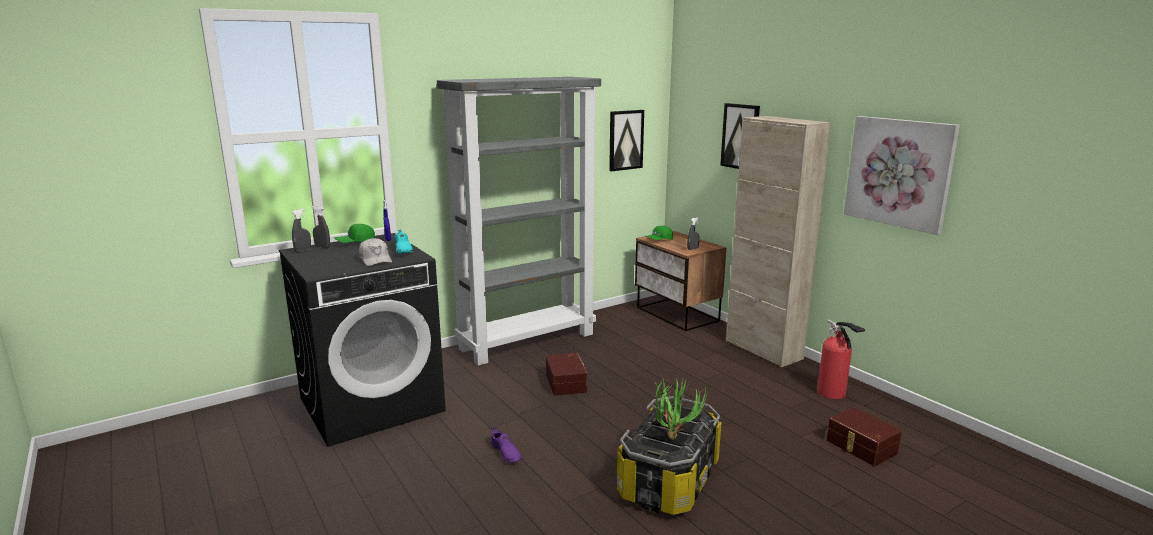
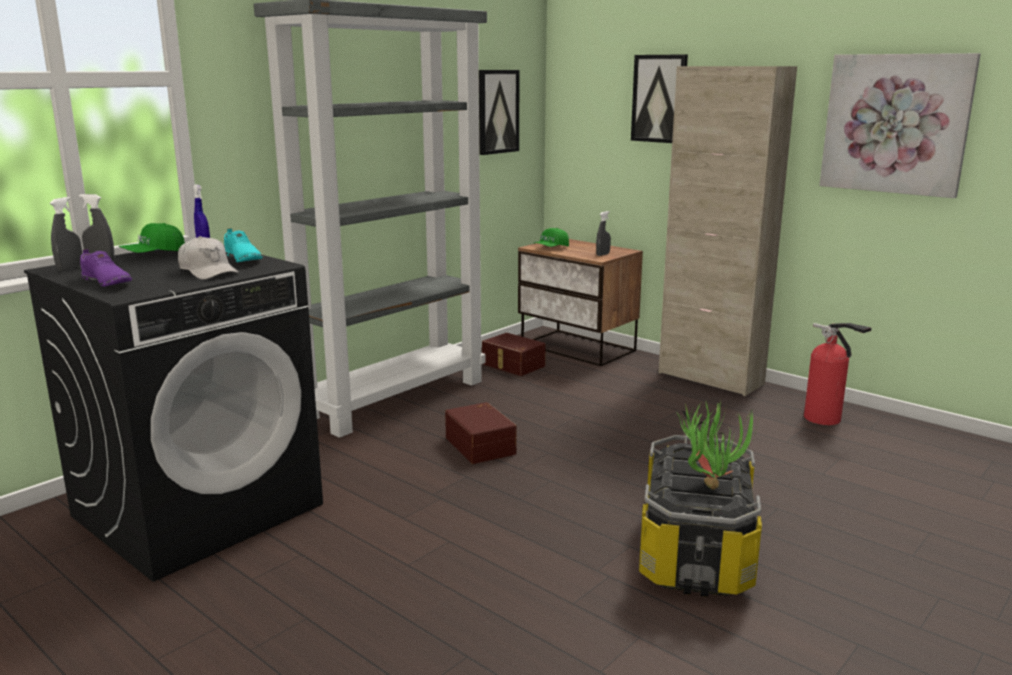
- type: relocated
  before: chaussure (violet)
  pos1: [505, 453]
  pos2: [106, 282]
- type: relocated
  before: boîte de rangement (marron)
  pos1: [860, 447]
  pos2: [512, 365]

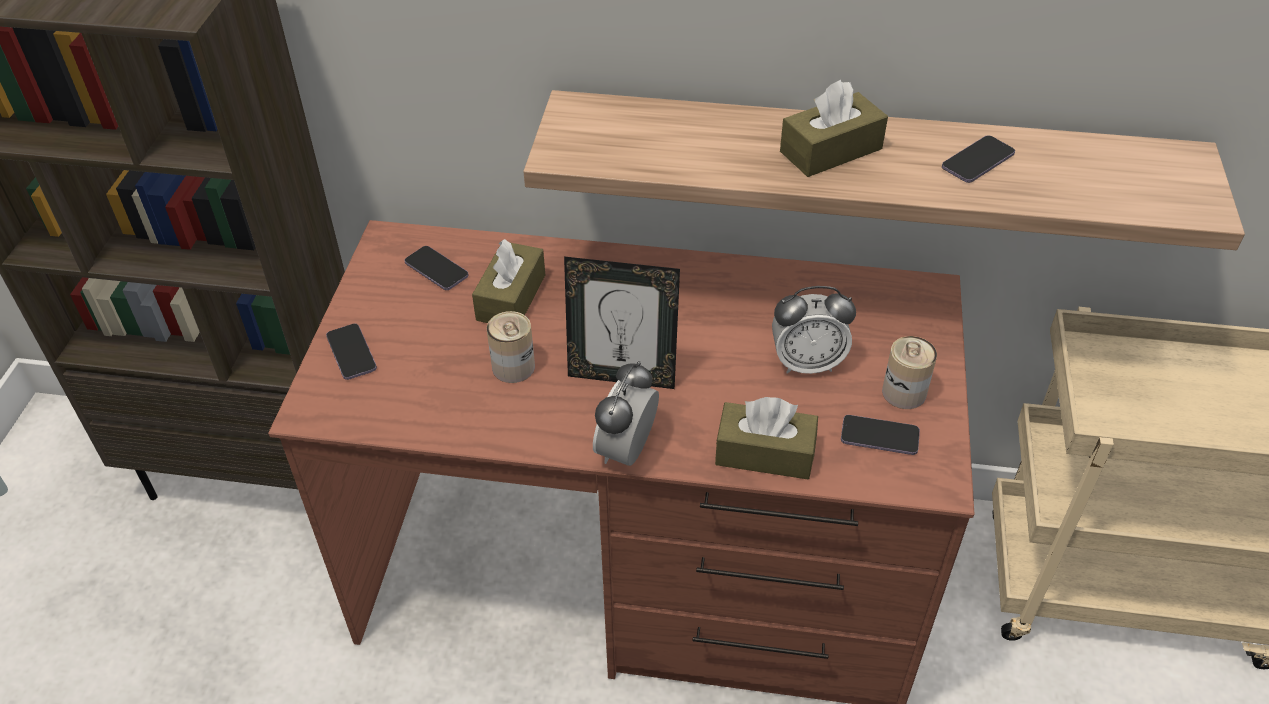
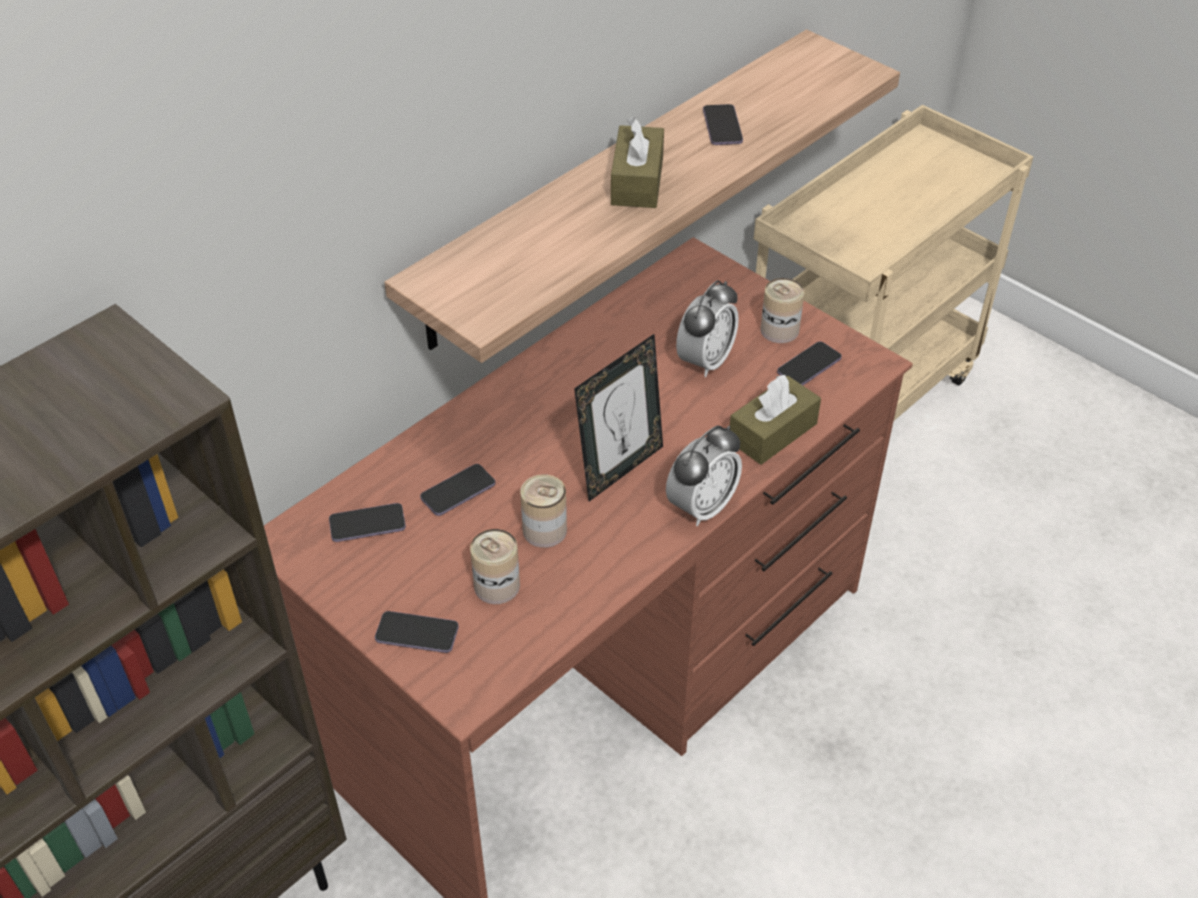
- type: exchanged
  before: boîte à mouchoirs (marron)
  after: téléphone
  pos1: [511, 297]
  pos2: [458, 491]
- type: appeared
  after: boîte métallique
  pos2: [497, 586]
- type: spun
  before: réveil
  pos1: [626, 450]
  pos2: [701, 507]
  turn: -105

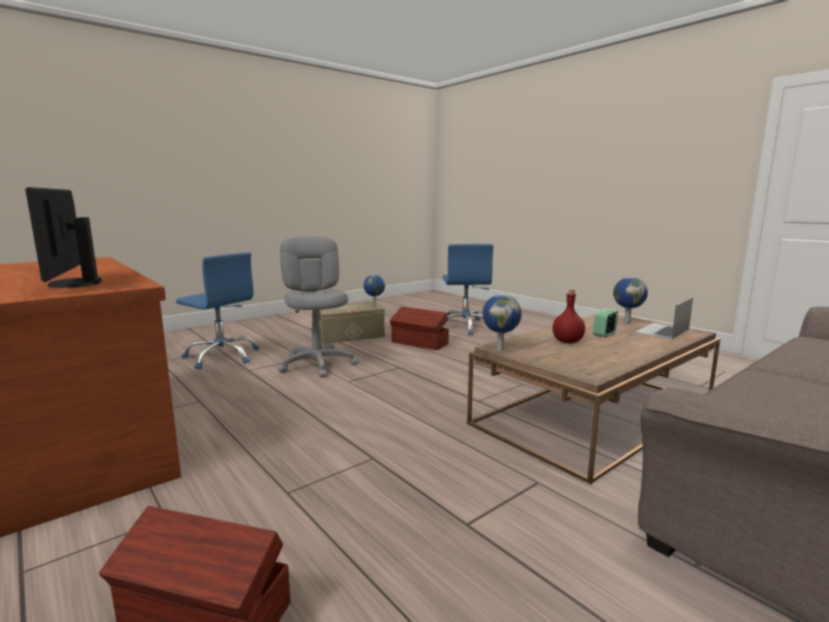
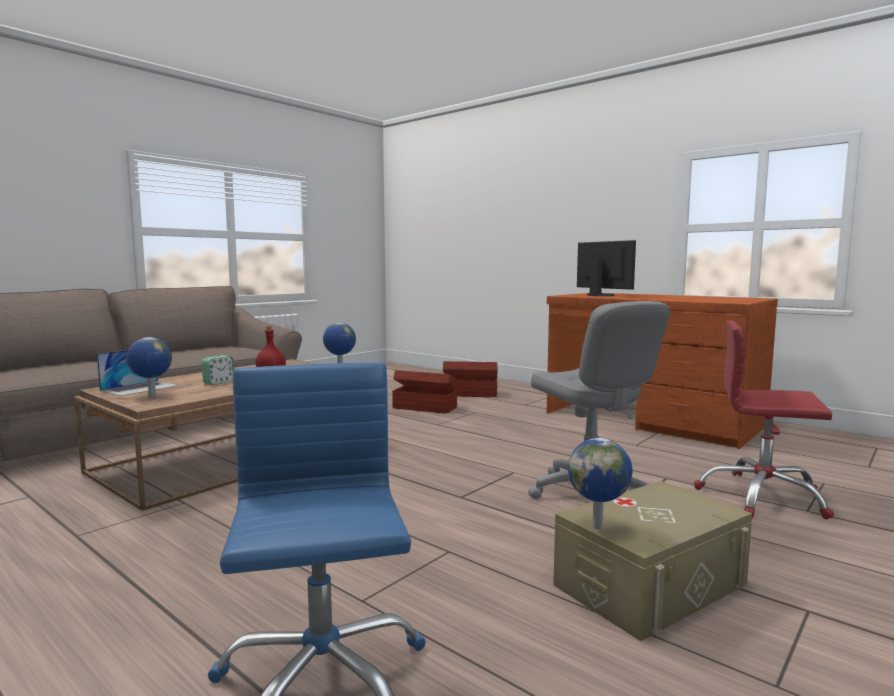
- type: relocated
  before: boîte de rangement (marron)
  pos1: [419, 343]
  pos2: [424, 407]
- type: colour
  before: chaise de bureau (bleu)
  after: chaise de bureau (rouge)
  pos1: [222, 357]
  pos2: [762, 497]

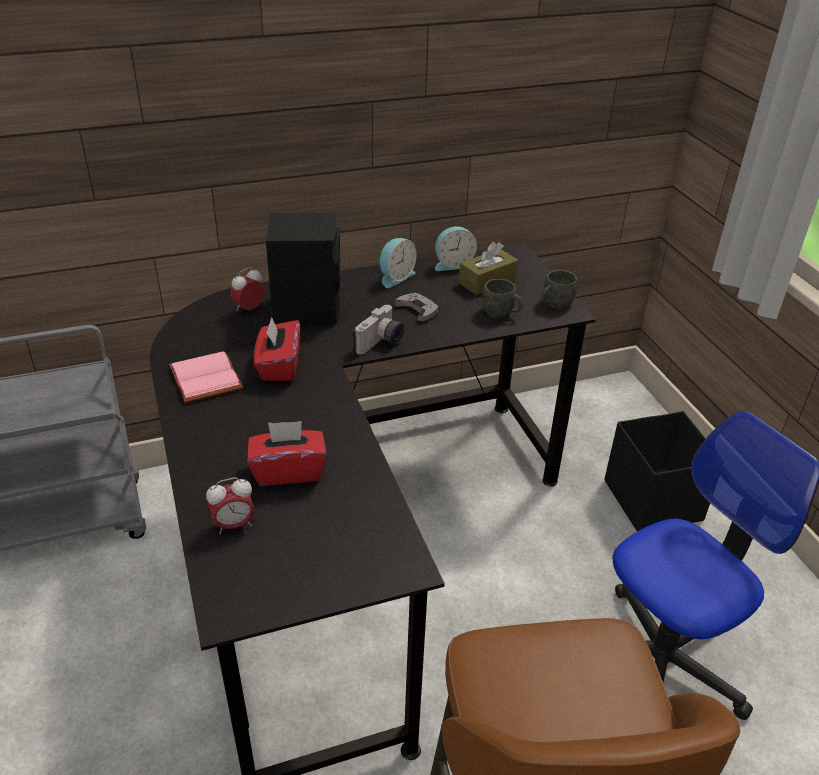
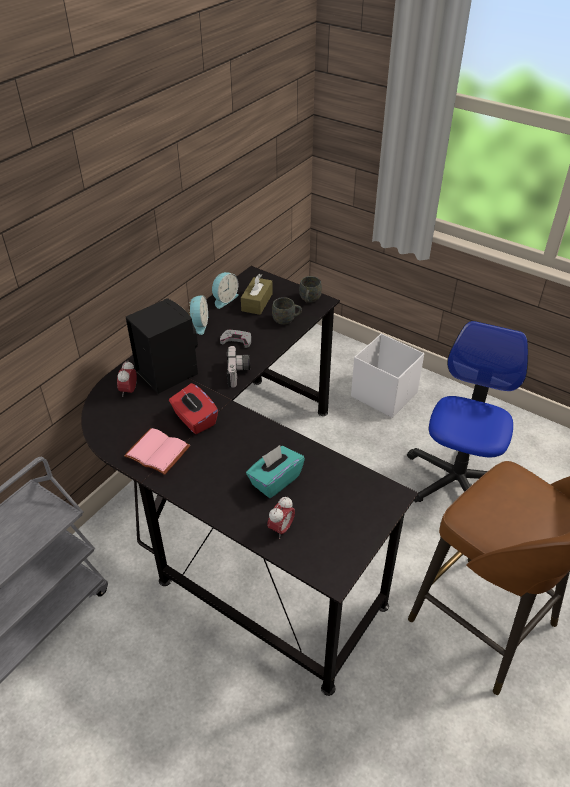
- type: colour
  before: boîte à mouchoirs (rouge)
  after: boîte à mouchoirs (turquoise)
  pos1: [288, 471]
  pos2: [275, 480]
- type: colour
  before: boîte de rangement (noir)
  after: boîte de rangement (blanc)
  pos1: [652, 499]
  pos2: [383, 394]

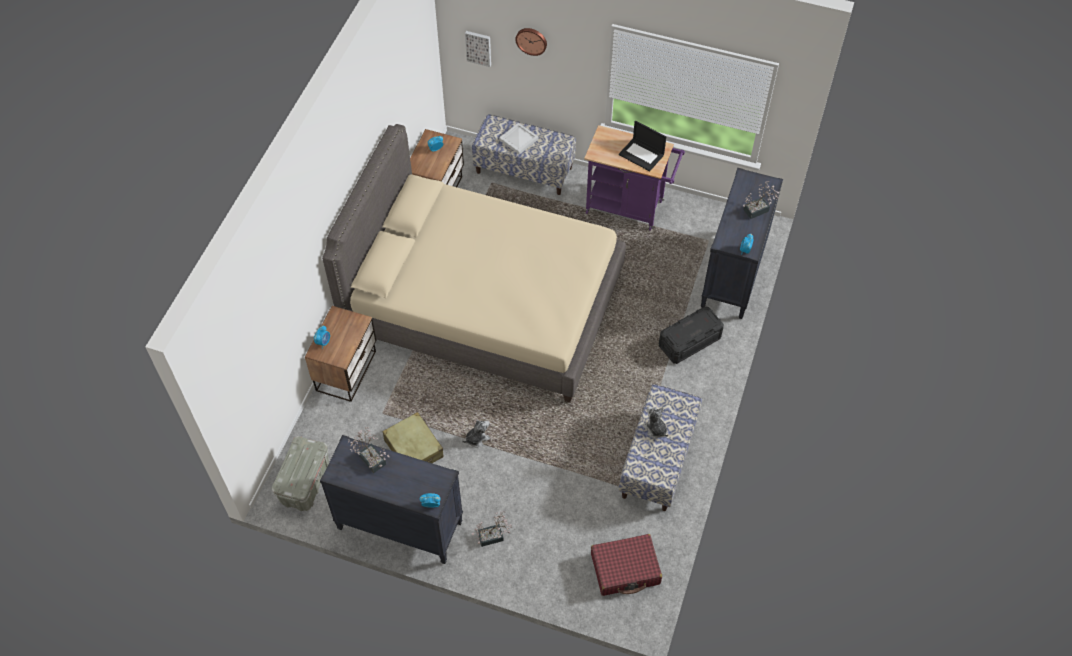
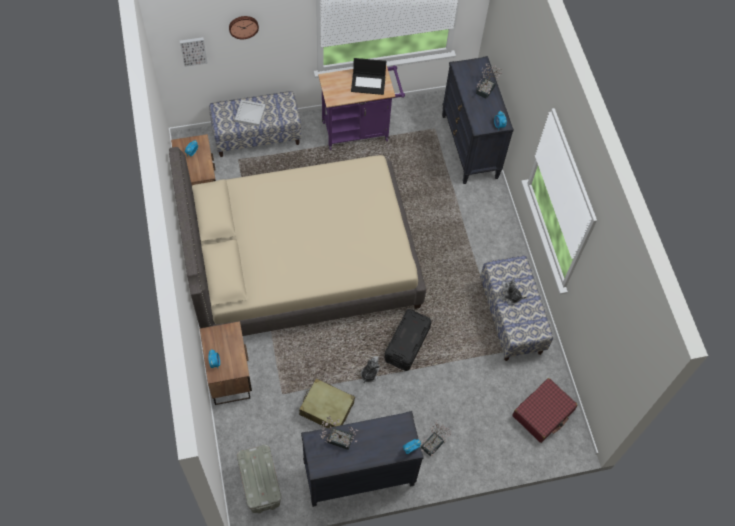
- type: relocated
  before: boîte de rangement (noir)
  pos1: [689, 341]
  pos2: [407, 344]

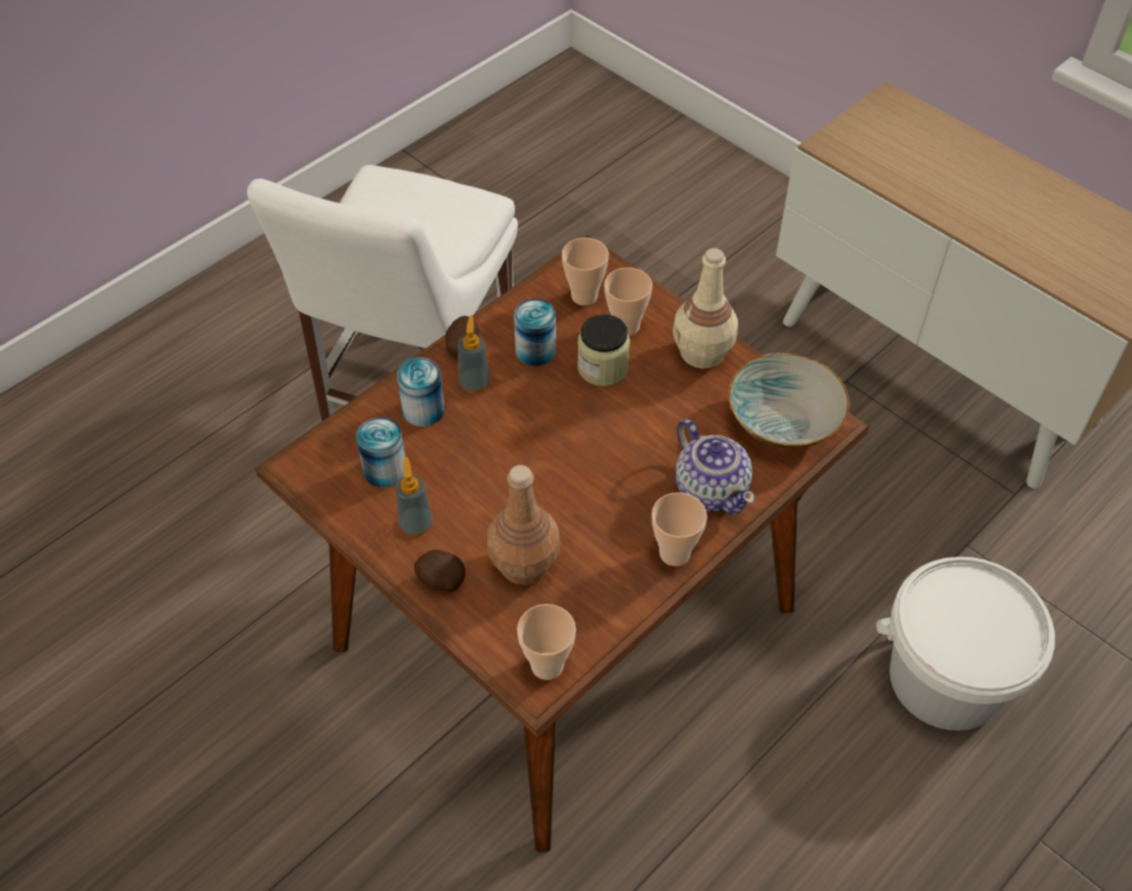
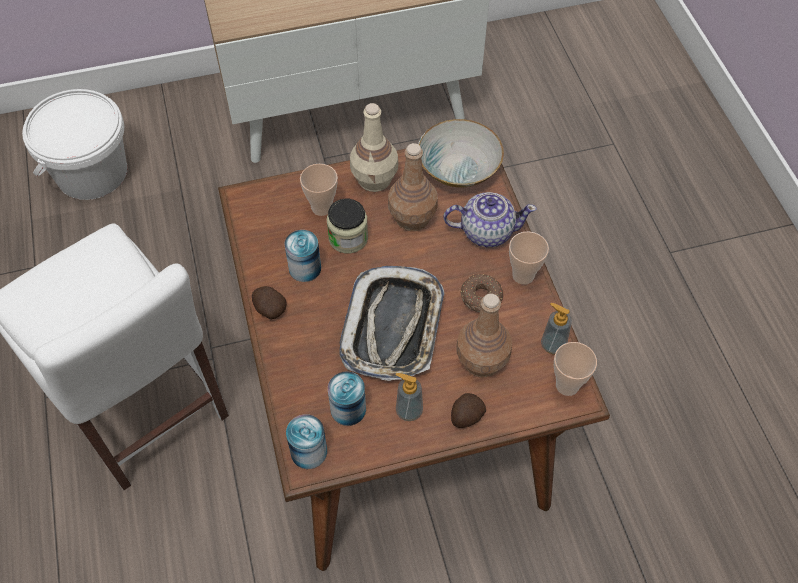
- type: relocated
  before: seau (blanc)
  pos1: [946, 678]
  pos2: [91, 172]
- type: relocated
  before: boîte métallique
  pos1: [423, 410]
  pos2: [309, 452]
- type: appeared
  after: plateau
  pos2: [393, 327]
- type: appeared
  after: bouteille (marron)
  pos2: [413, 218]
- type: appeared
  after: beignet
  pos2: [481, 298]
- type: relocated
  before: distributeur de savon
  pos1: [474, 383]
  pos2: [553, 345]
- type: missing
  before: tasse
  pos1: [584, 296]

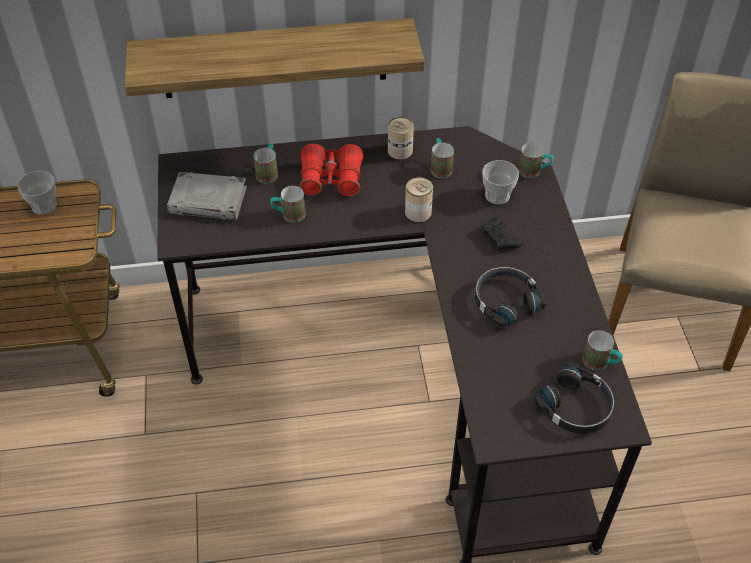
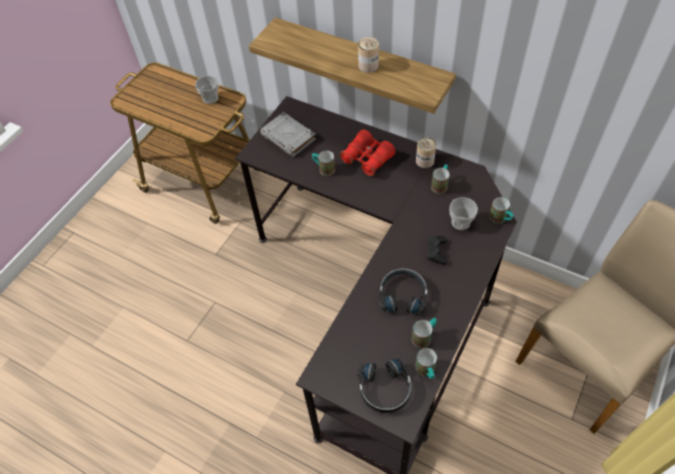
- type: relocated
  before: boîte métallique
  pos1: [418, 212]
  pos2: [368, 65]
- type: relocated
  before: mug
  pos1: [268, 172]
  pos2: [424, 336]

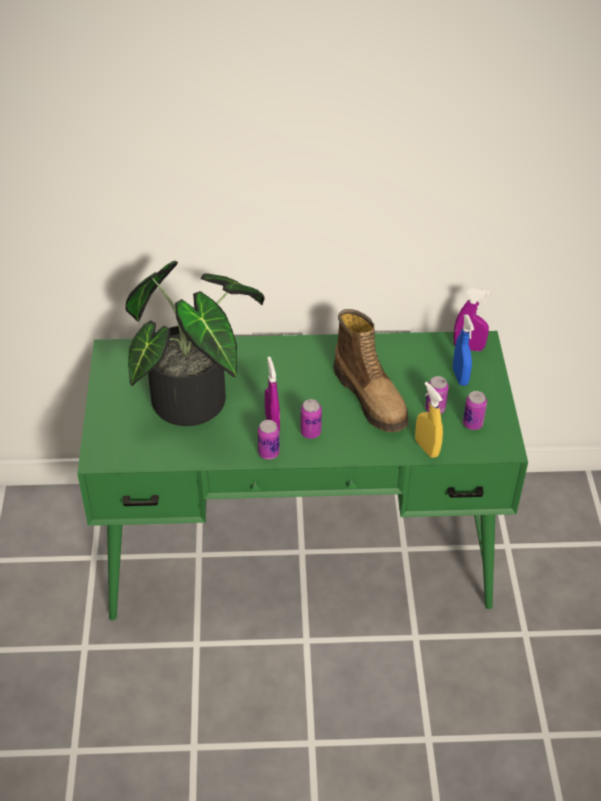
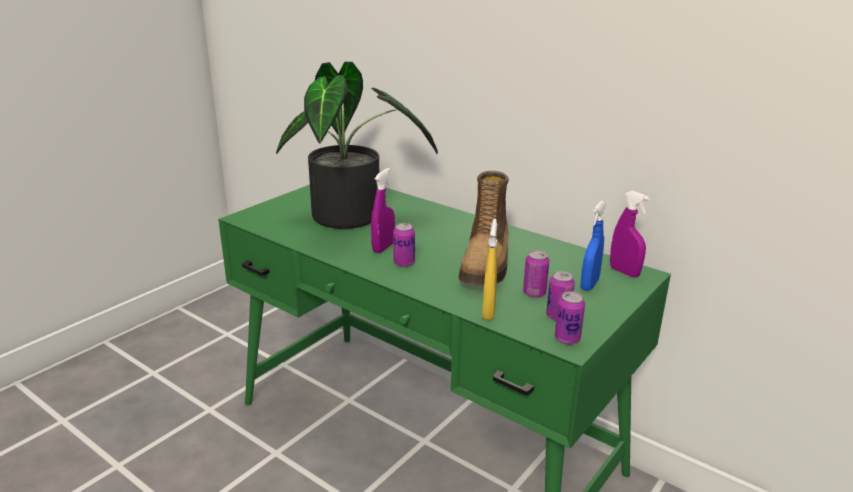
- type: relocated
  before: boîte métallique
  pos1: [268, 453]
  pos2: [567, 339]

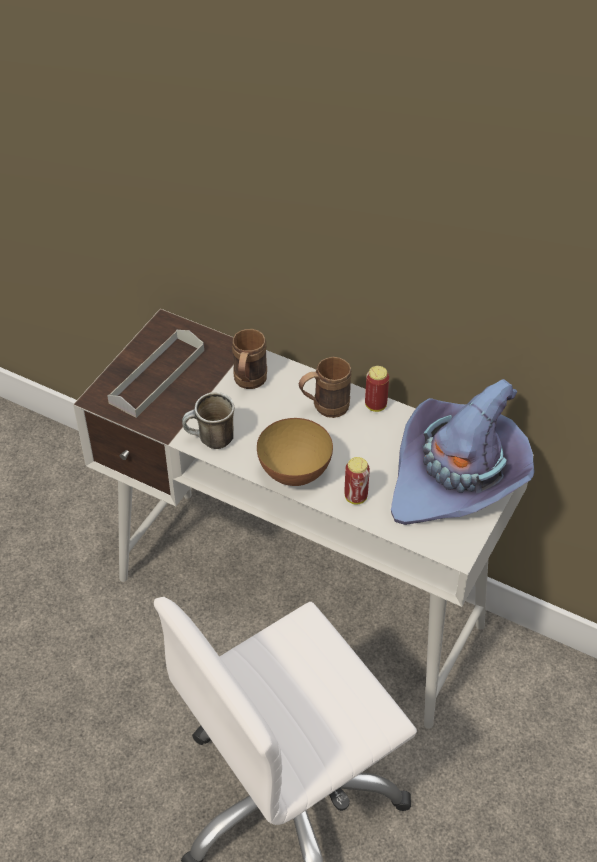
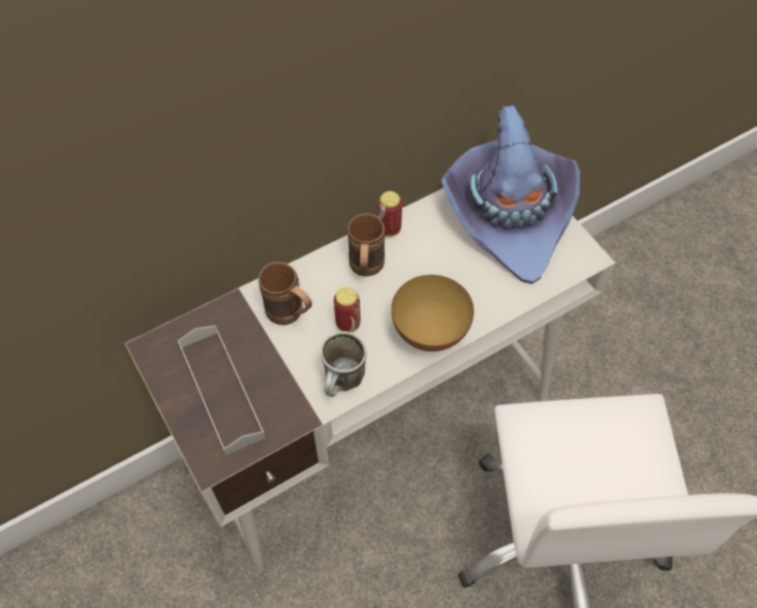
- type: relocated
  before: boîte métallique
  pos1: [355, 497]
  pos2: [348, 324]

